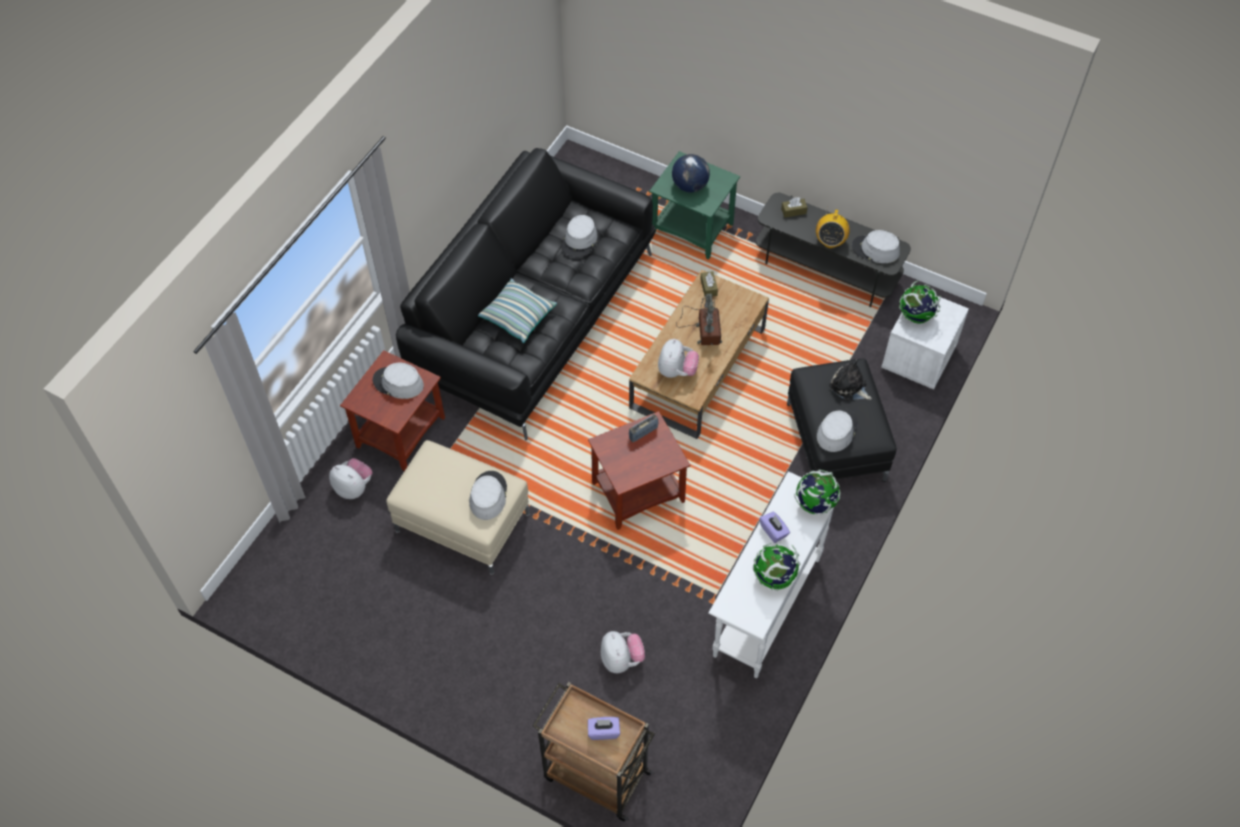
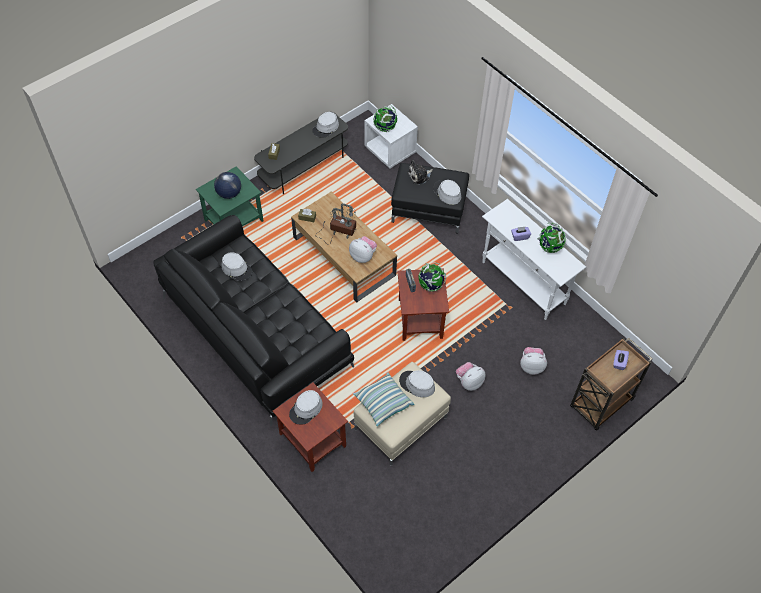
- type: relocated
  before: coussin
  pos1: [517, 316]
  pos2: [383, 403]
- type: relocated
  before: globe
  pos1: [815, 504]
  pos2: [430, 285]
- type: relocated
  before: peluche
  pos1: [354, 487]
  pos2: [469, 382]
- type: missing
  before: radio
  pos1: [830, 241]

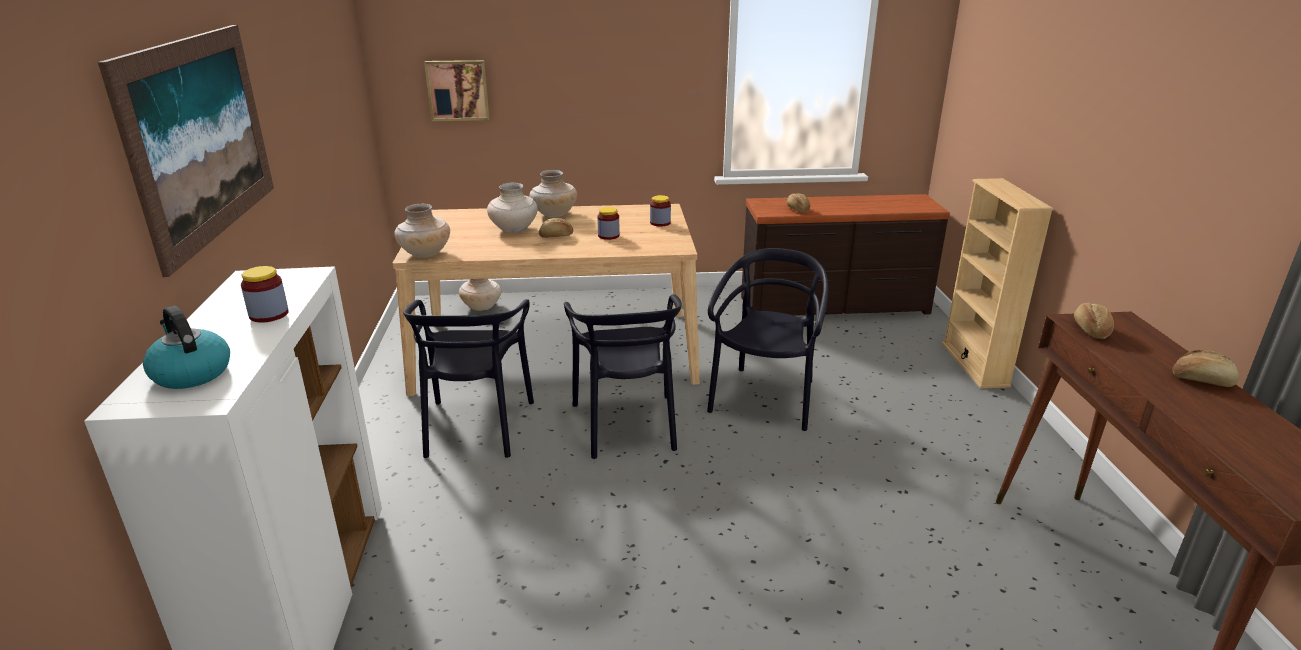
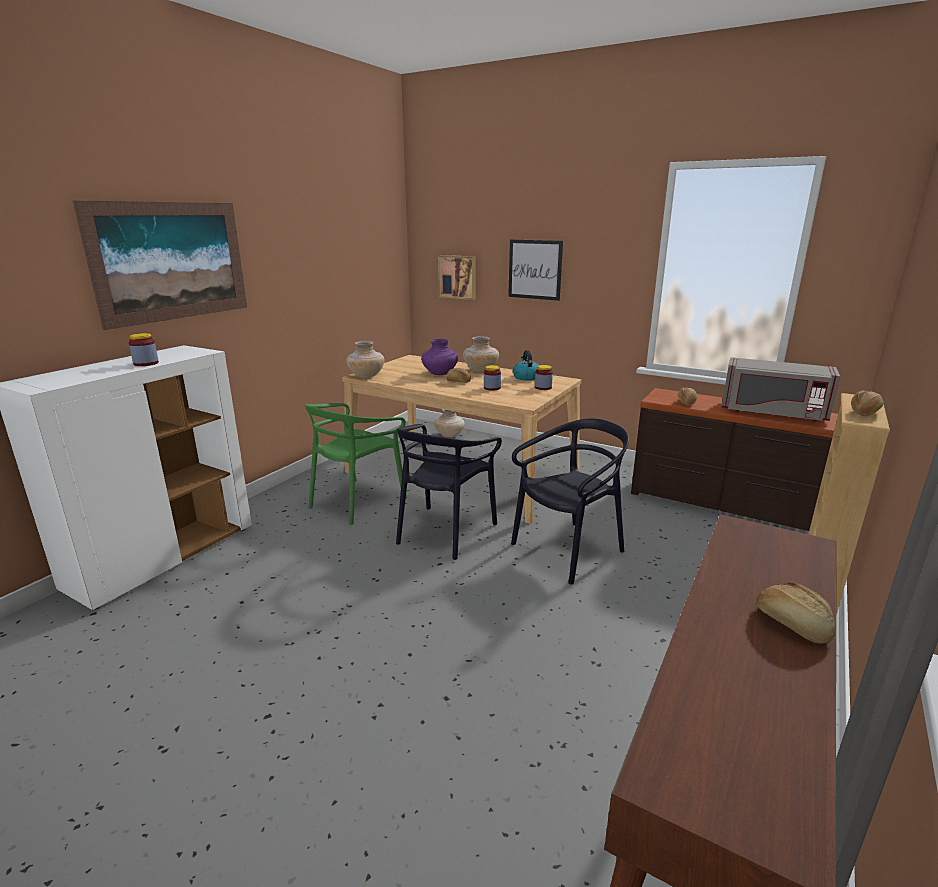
- type: colour
  before: chaise (noir)
  after: chaise (vert)
  pos1: [476, 427]
  pos2: [357, 501]
- type: colour
  before: vase (beige)
  after: vase (violet)
  pos1: [514, 229]
  pos2: [440, 373]
- type: appeared
  after: tableau
  pos2: [535, 269]
- type: relocated
  before: bouilloire
  pos1: [191, 373]
  pos2: [526, 377]
- type: appeared
  after: micro-ondes (gris)
  pos2: [772, 413]
- type: relocated
  before: pain
  pos1: [1090, 330]
  pos2: [864, 413]

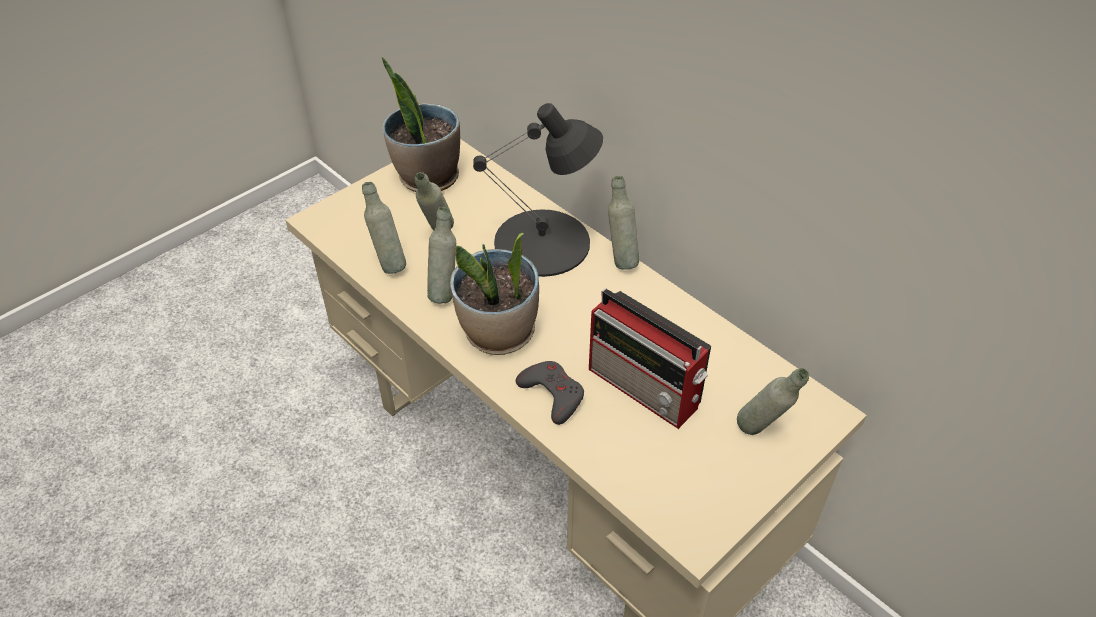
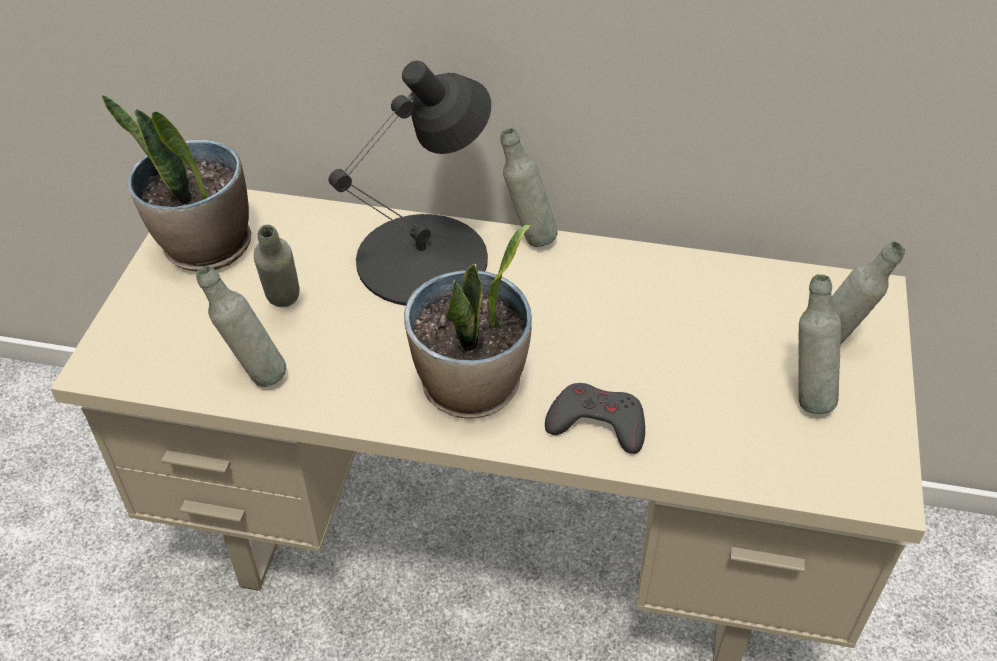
- type: relocated
  before: bouteille (gris)
  pos1: [444, 292]
  pos2: [806, 395]
- type: missing
  before: radio
  pos1: [646, 389]

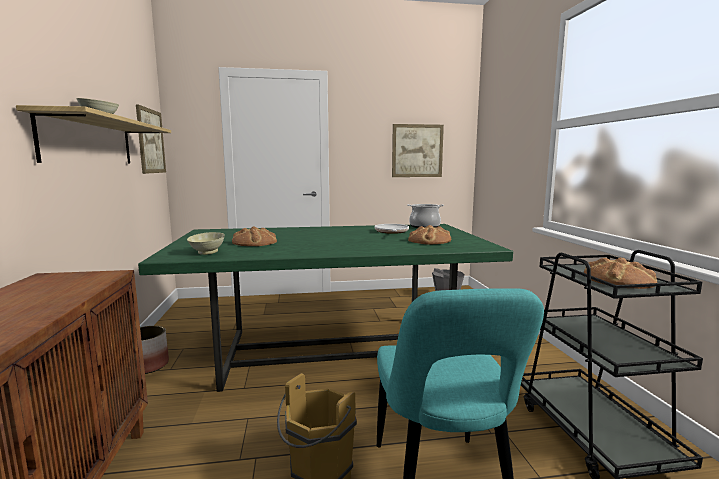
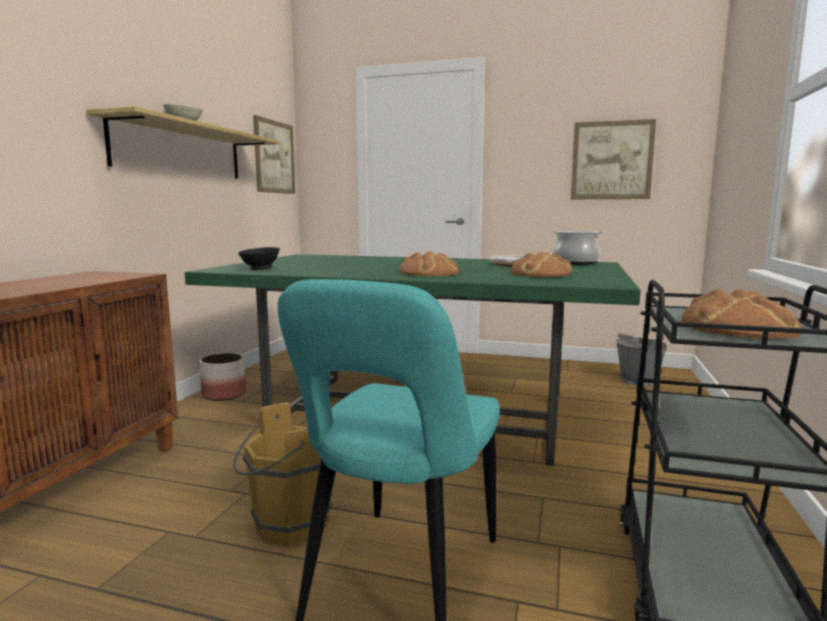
- type: colour
  before: bol (beige)
  after: bol (noir)
  pos1: [206, 253]
  pos2: [259, 269]
- type: relocated
  before: pain
  pos1: [255, 242]
  pos2: [429, 273]

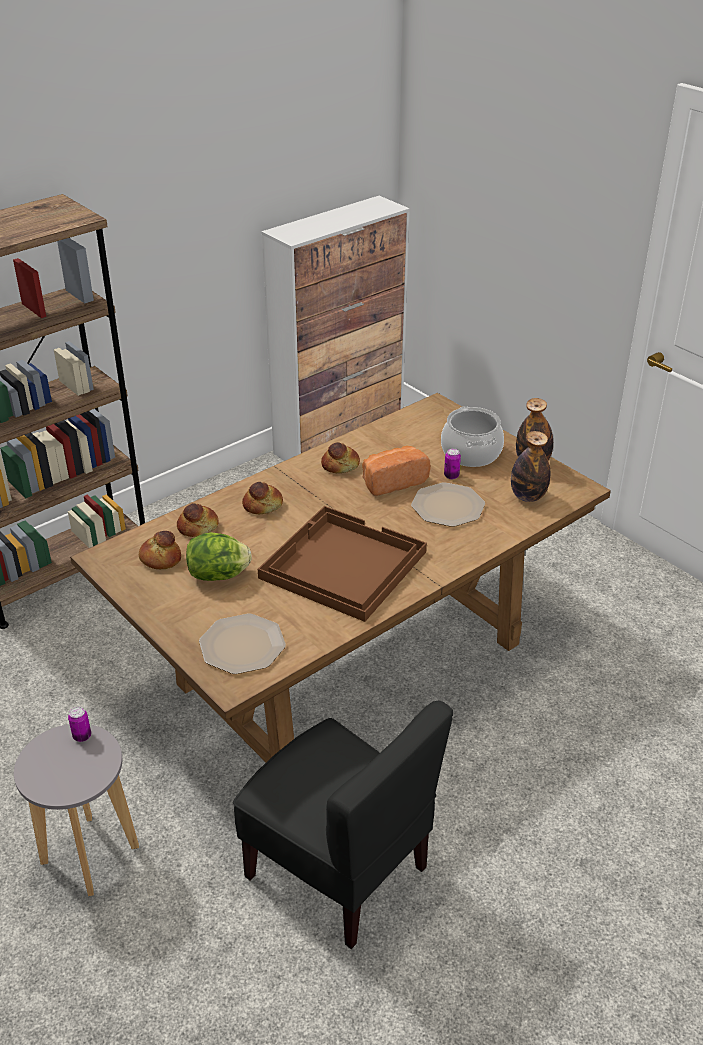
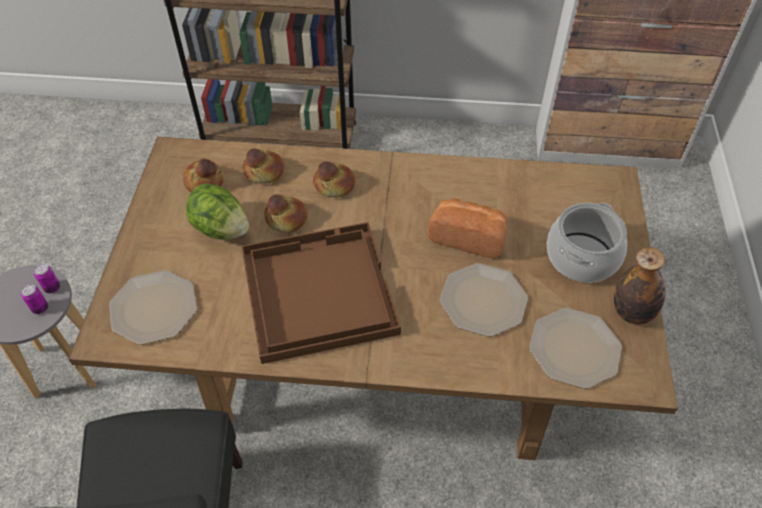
- type: relocated
  before: boîte métallique
  pos1: [451, 476]
  pos2: [40, 308]
- type: relocated
  before: pain
  pos1: [340, 466]
  pos2: [286, 219]
- type: exchanged
  before: bouteille
  after: assiette
  pos1: [527, 496]
  pos2: [575, 348]

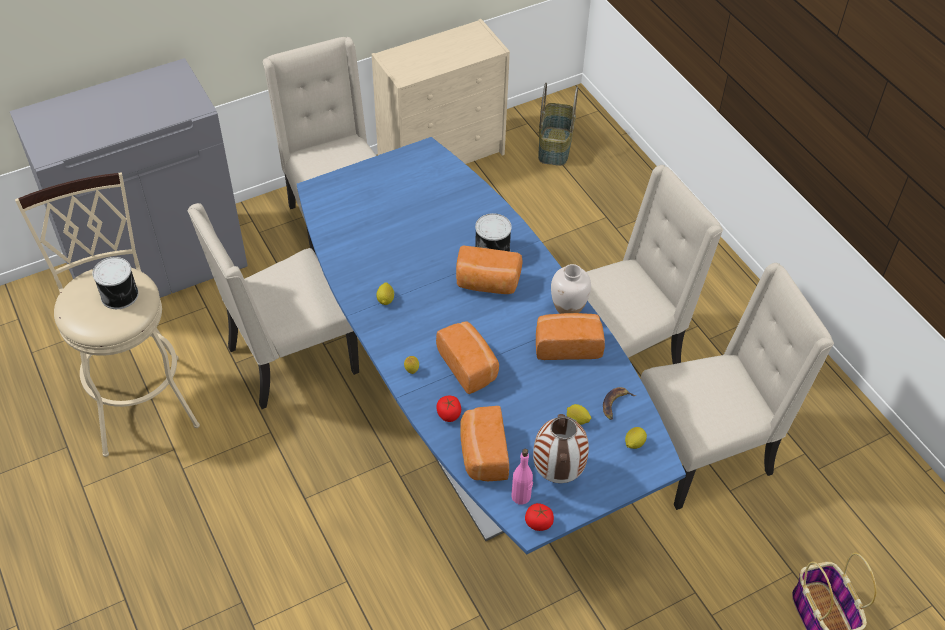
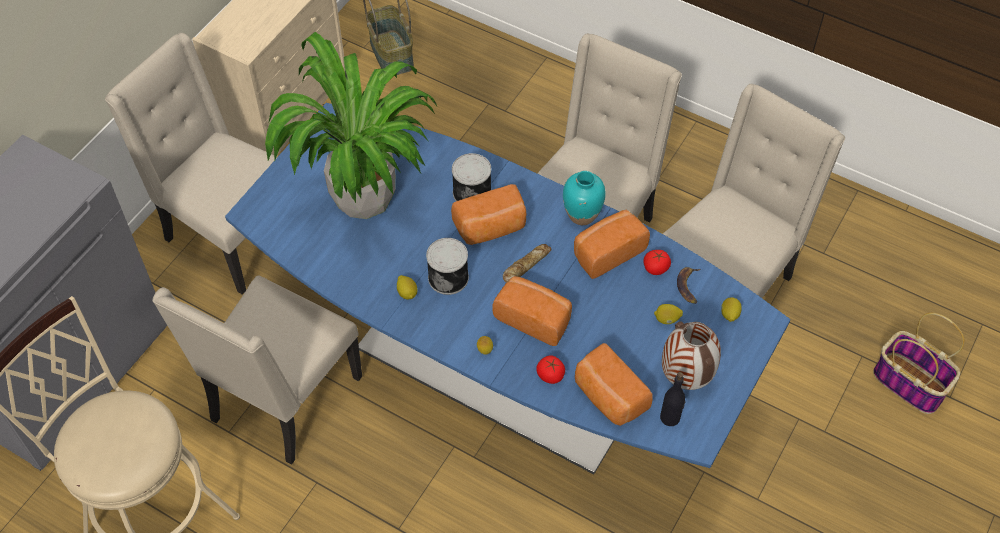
- type: appeared
  after: plante en pot
  pos2: [365, 197]
- type: relocated
  before: boîte métallique
  pos1: [121, 295]
  pos2: [449, 277]
- type: appeared
  after: pain
  pos2: [525, 265]
- type: colour
  before: vase (blanc)
  after: vase (turquoise)
  pos1: [568, 308]
  pos2: [582, 215]
- type: relocated
  before: tomate
  pos1: [538, 523]
  pos2: [656, 268]
- type: colour
  before: bouteille (rose)
  after: bouteille (noir)
  pos1: [521, 496]
  pos2: [670, 417]

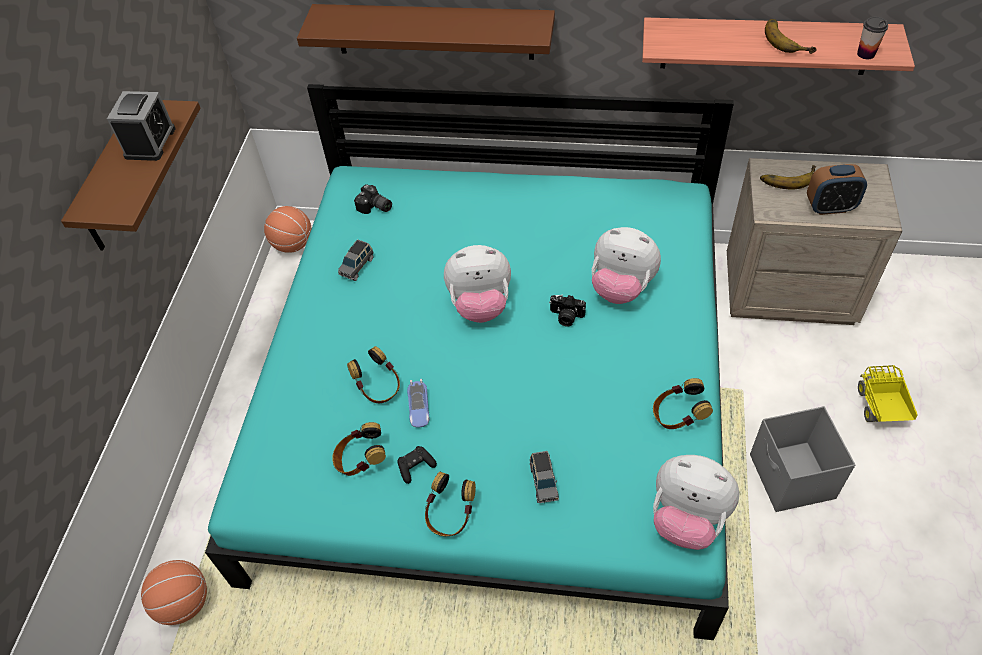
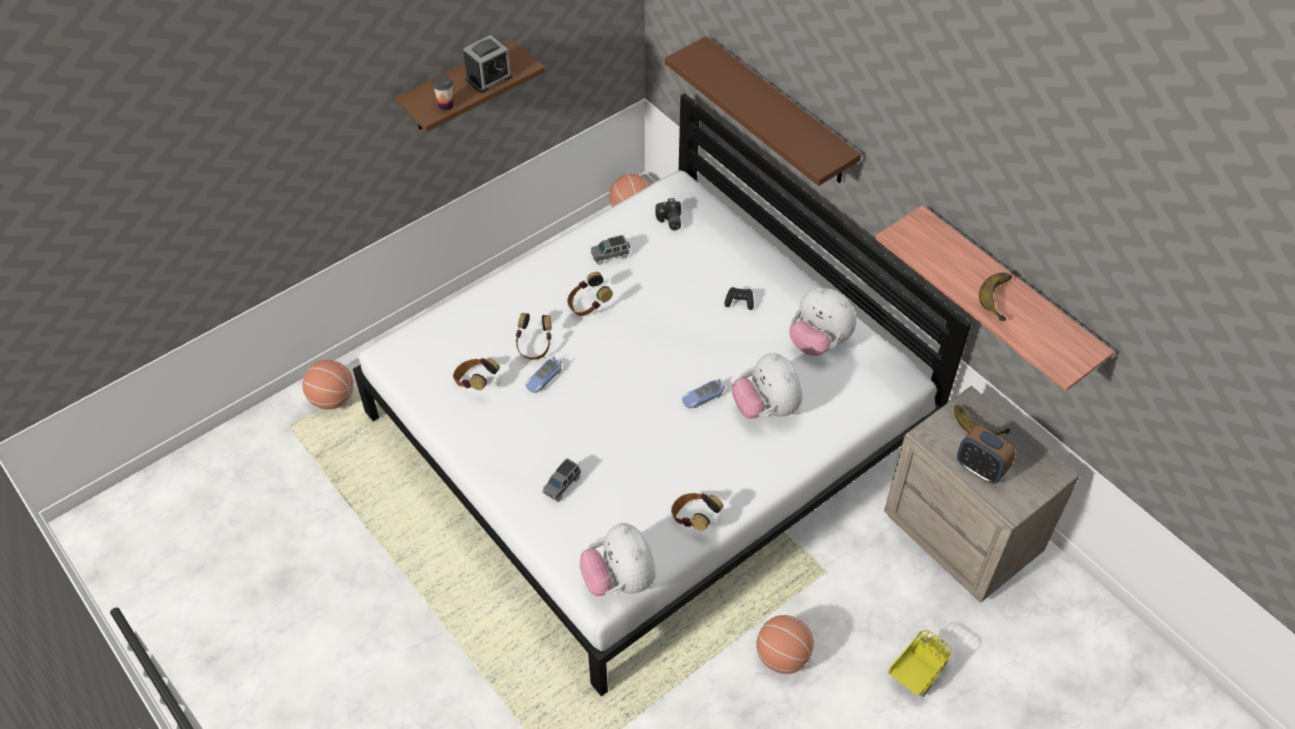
- type: colour
  before: lit (turquoise)
  after: lit (blanc)
  pos1: [497, 396]
  pos2: [648, 430]
- type: relocated
  before: tasse
  pos1: [866, 54]
  pos2: [446, 105]
- type: relocated
  before: casque audio
  pos1: [450, 515]
  pos2: [588, 306]
- type: exchanged
  before: appareil photo
  after: petite voiture
  pos1: [566, 317]
  pos2: [702, 397]
- type: relocated
  before: manette (noir)
  pos1: [416, 467]
  pos2: [739, 302]
- type: exchanged
  before: boîte de rangement (gris)
  after: ballon de basket
  pos1: [791, 478]
  pos2: [783, 656]
- type: relocated
  before: peluche
  pos1: [480, 305]
  pos2: [819, 342]

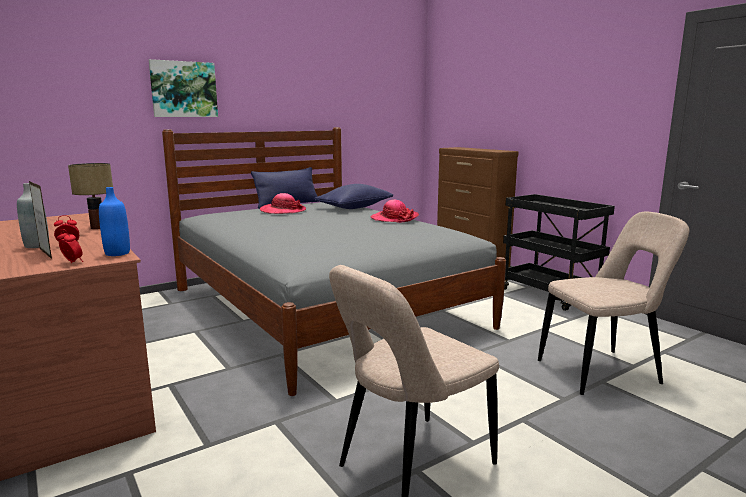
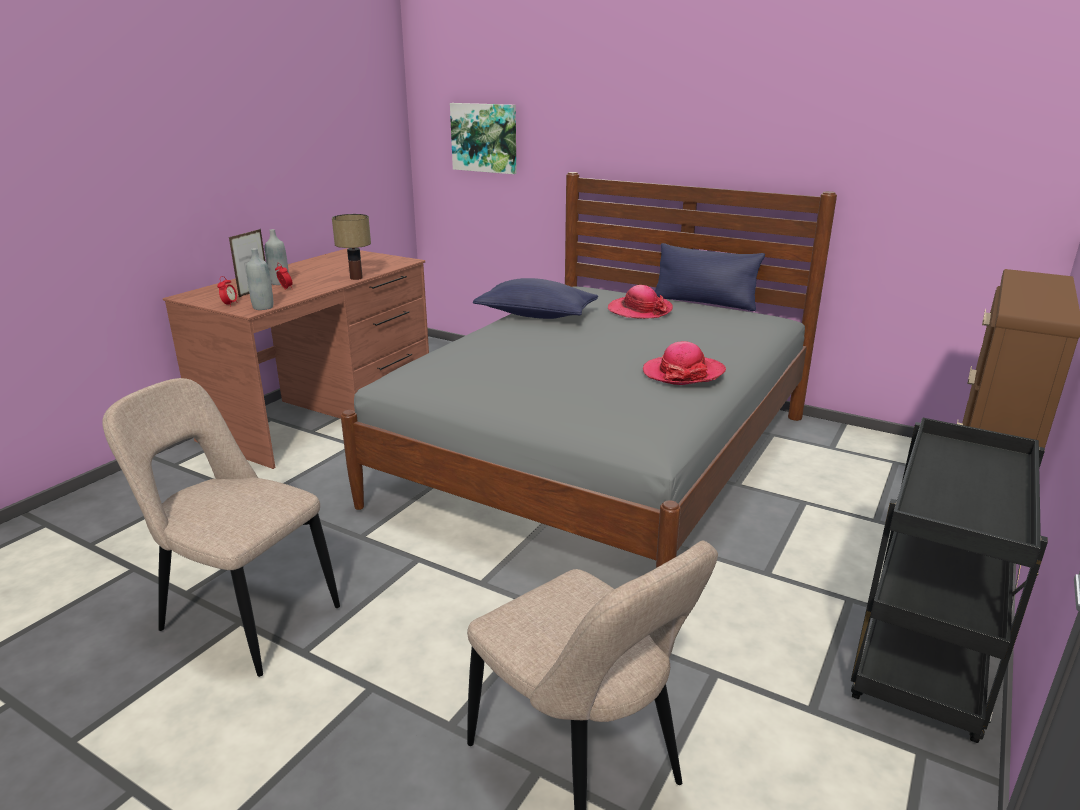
- type: colour
  before: bouteille (bleu)
  after: bouteille (gris)
  pos1: [117, 253]
  pos2: [263, 307]
- type: relocated
  before: tableau
  pos1: [184, 89]
  pos2: [484, 138]
- type: relocated
  before: coussin (bleu)
  pos1: [354, 208]
  pos2: [536, 315]

